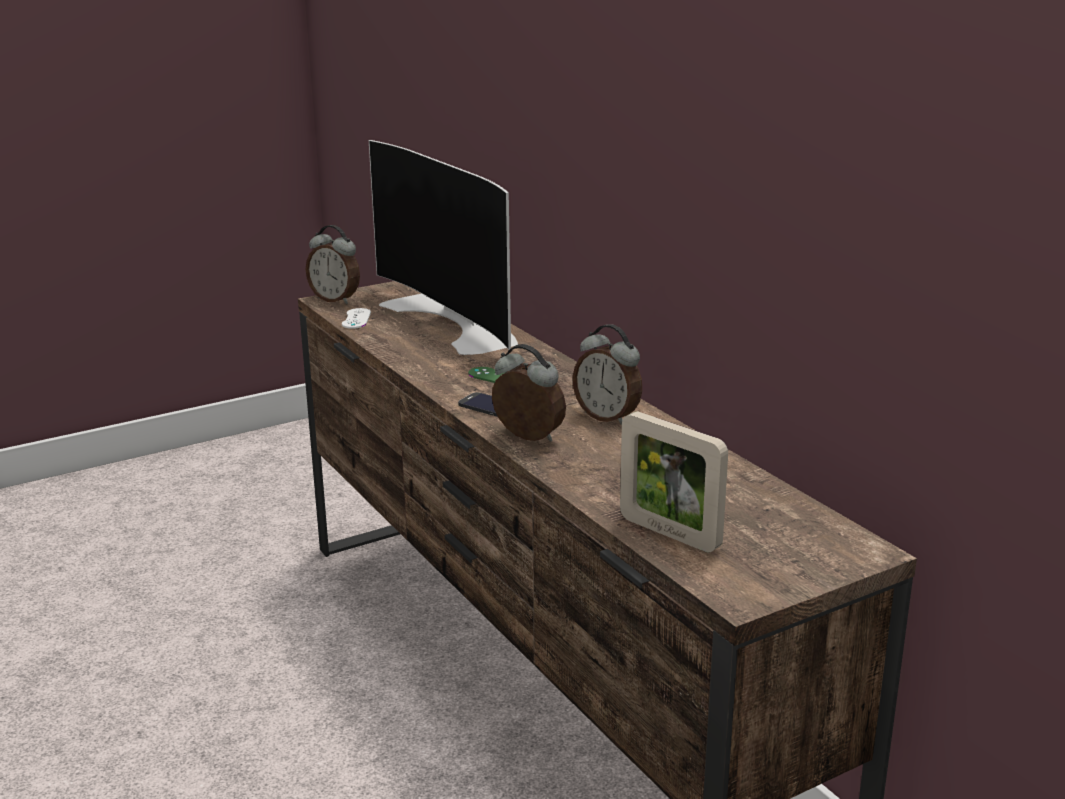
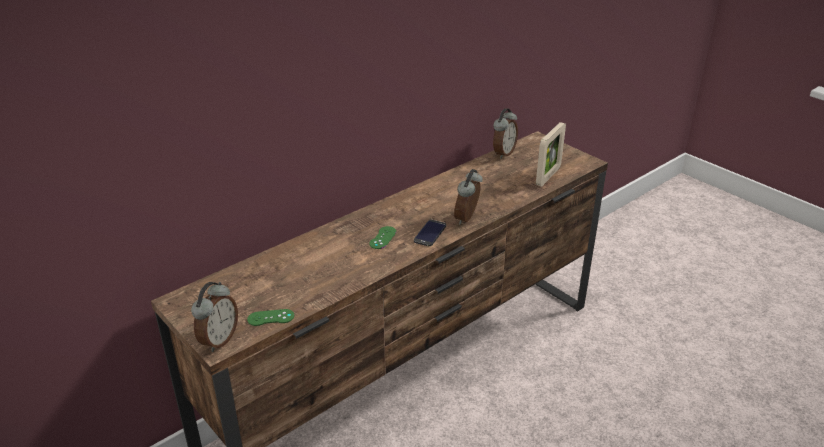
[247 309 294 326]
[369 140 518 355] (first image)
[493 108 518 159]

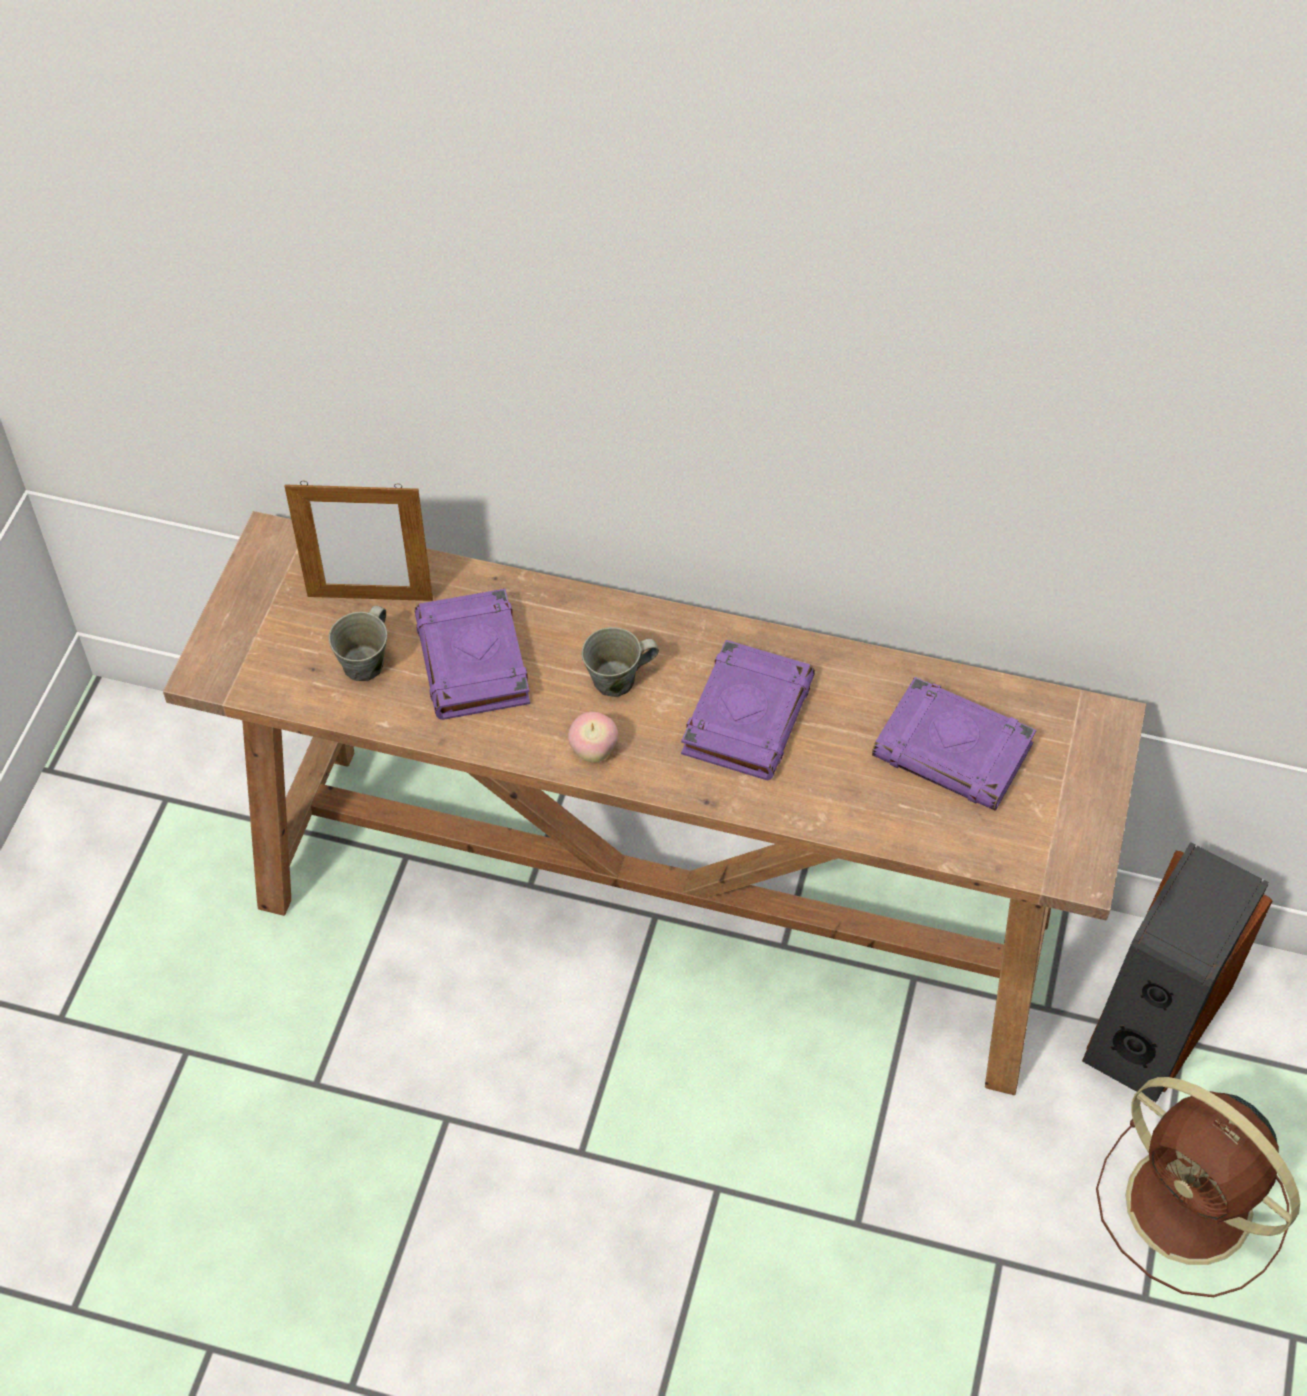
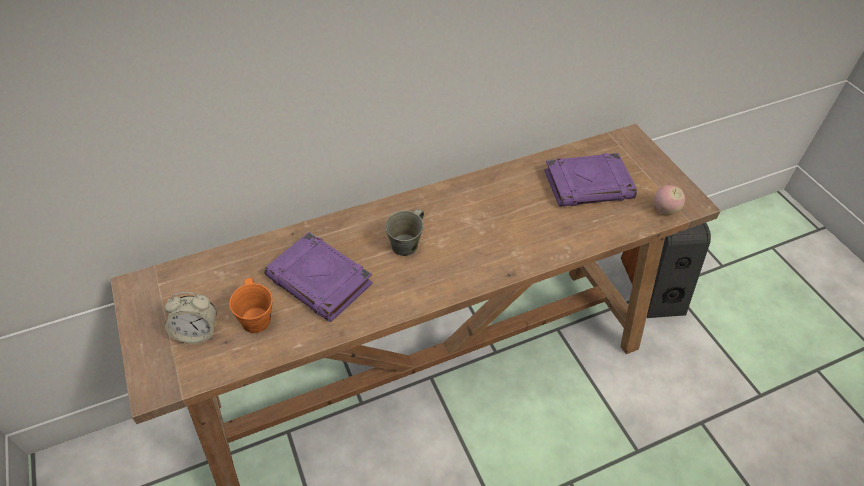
[284 481 433 601] (first image)
[229 278 273 333]
[654 185 685 215]
[681 640 815 781] (first image)
[1096 1077 1300 1297] (first image)
[165 292 217 344]

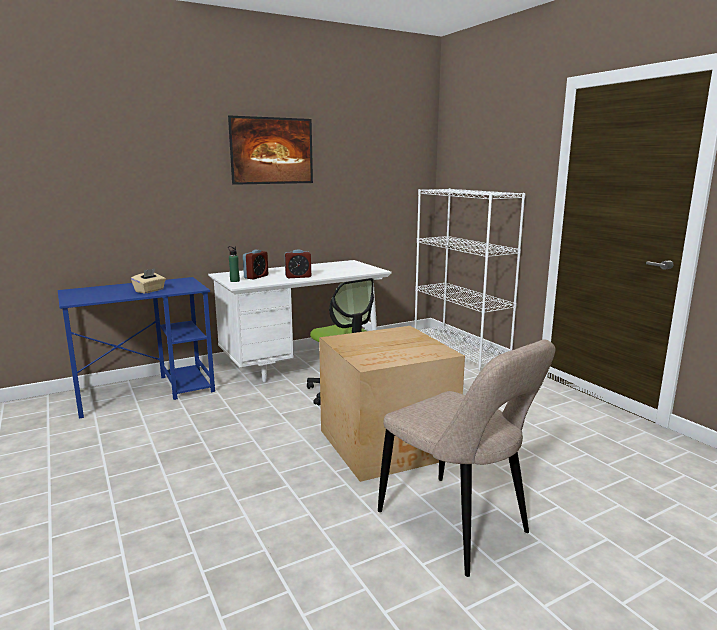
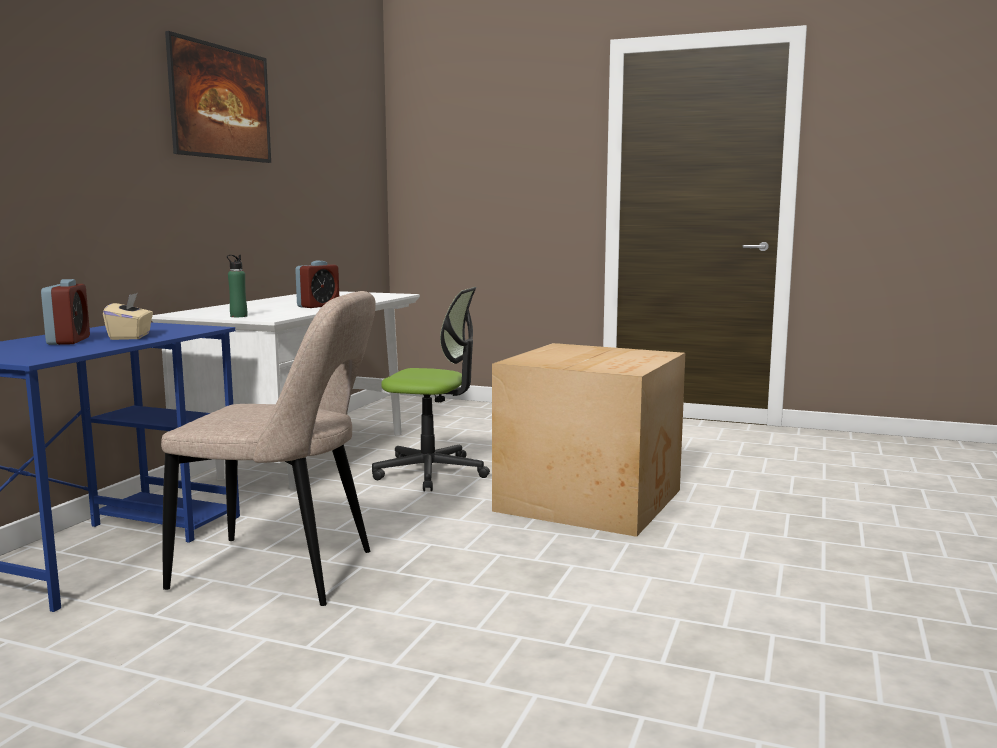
[41 279 90 345]
[161 291 376 606]
[415 188 526 371] (first image)

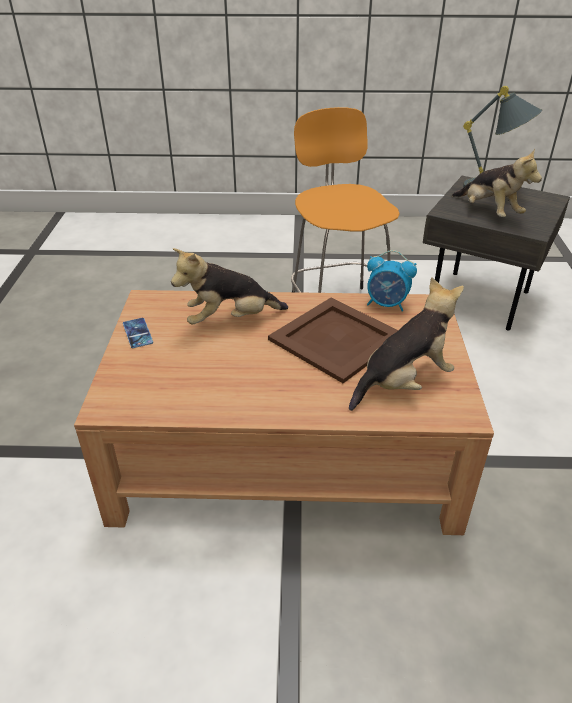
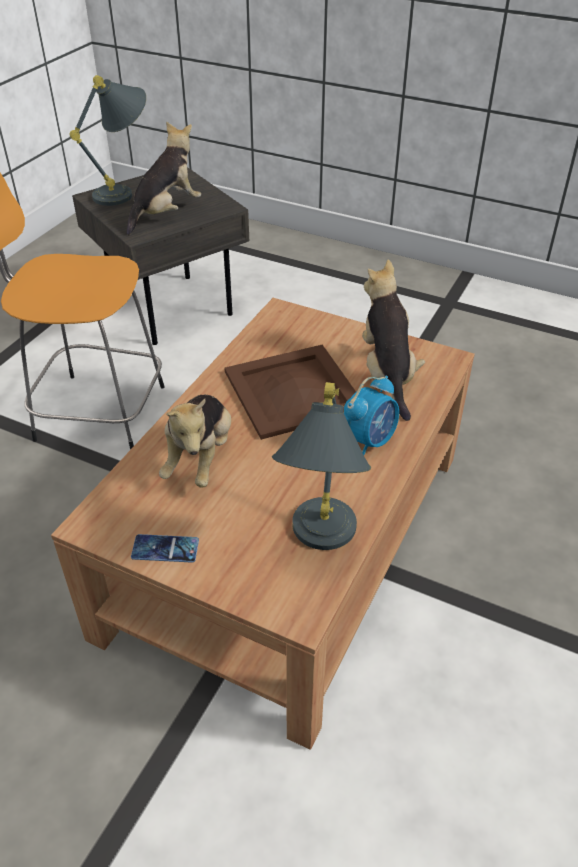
[344 376 399 455]
[127 122 201 235]
[272 382 371 550]

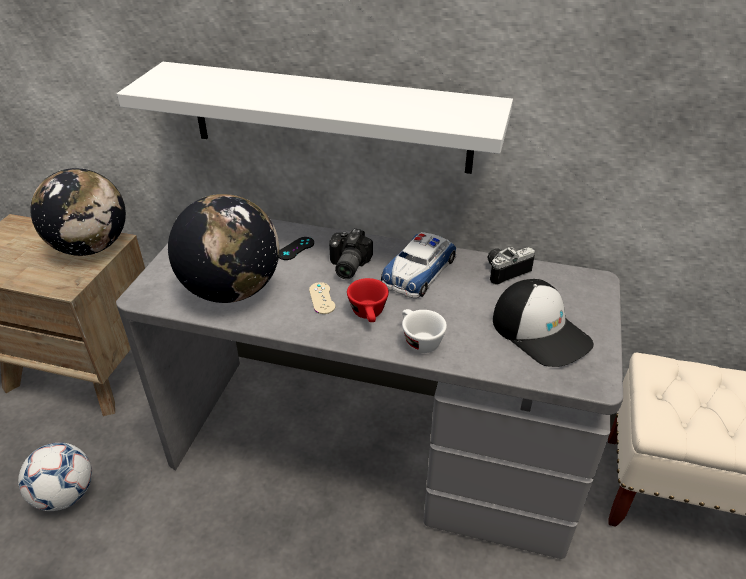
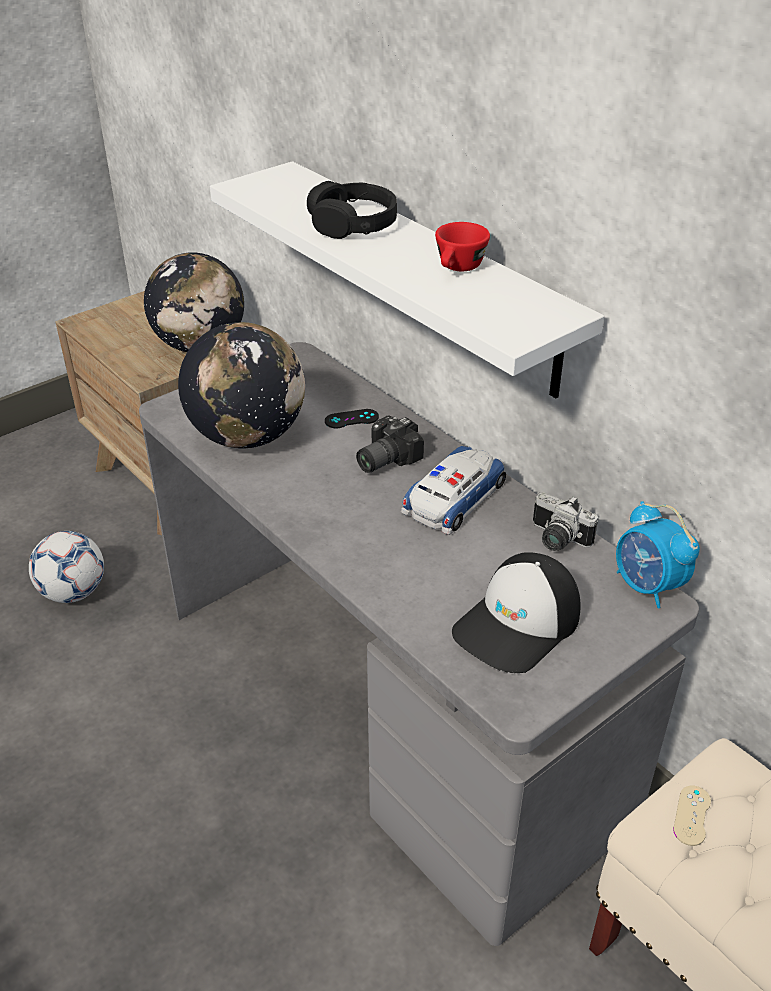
[673 786 711 846]
[435 222 490 271]
[401 446 506 535]
[402 309 447 353] (first image)
[533 492 598 551]
[452 552 581 673]
[307 181 397 239]
[616 501 700 608]

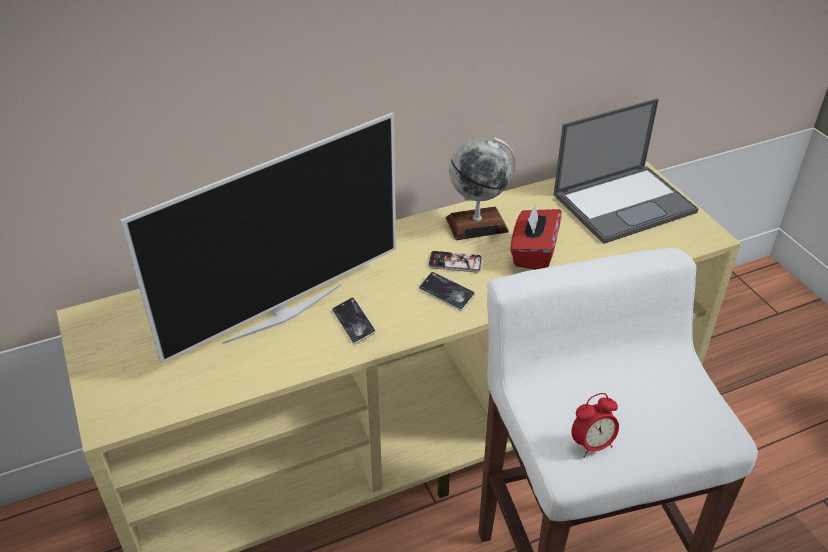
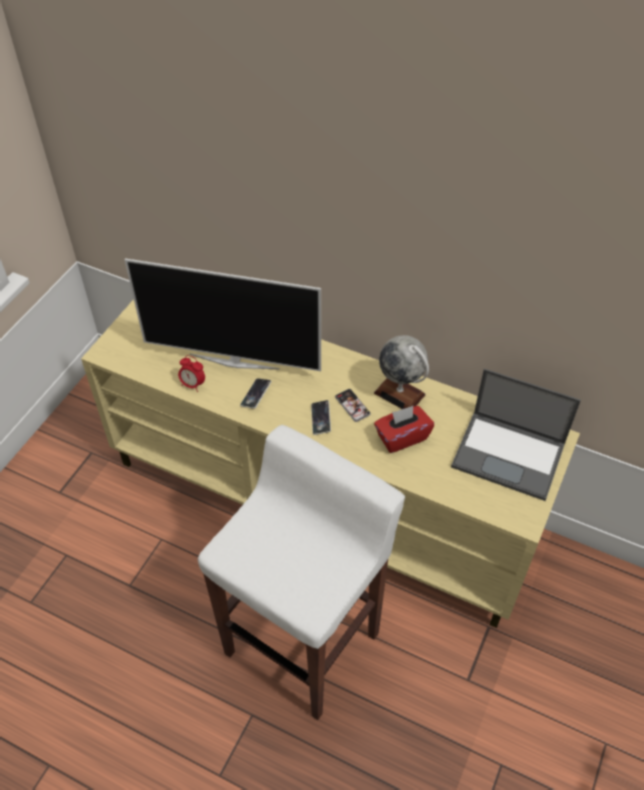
[178 355 205 392]

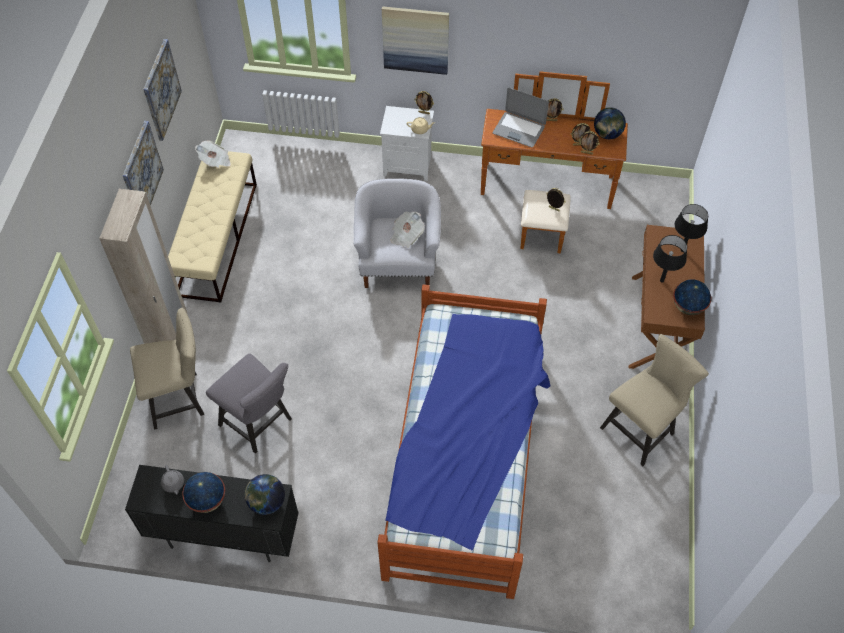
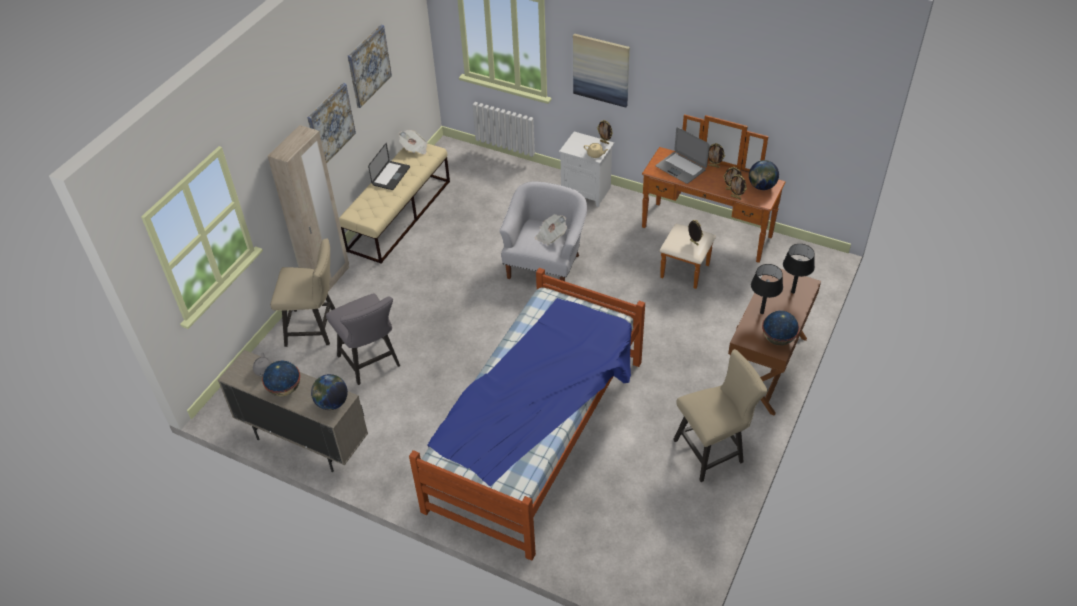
[218 350 368 472]
[368 143 410 190]

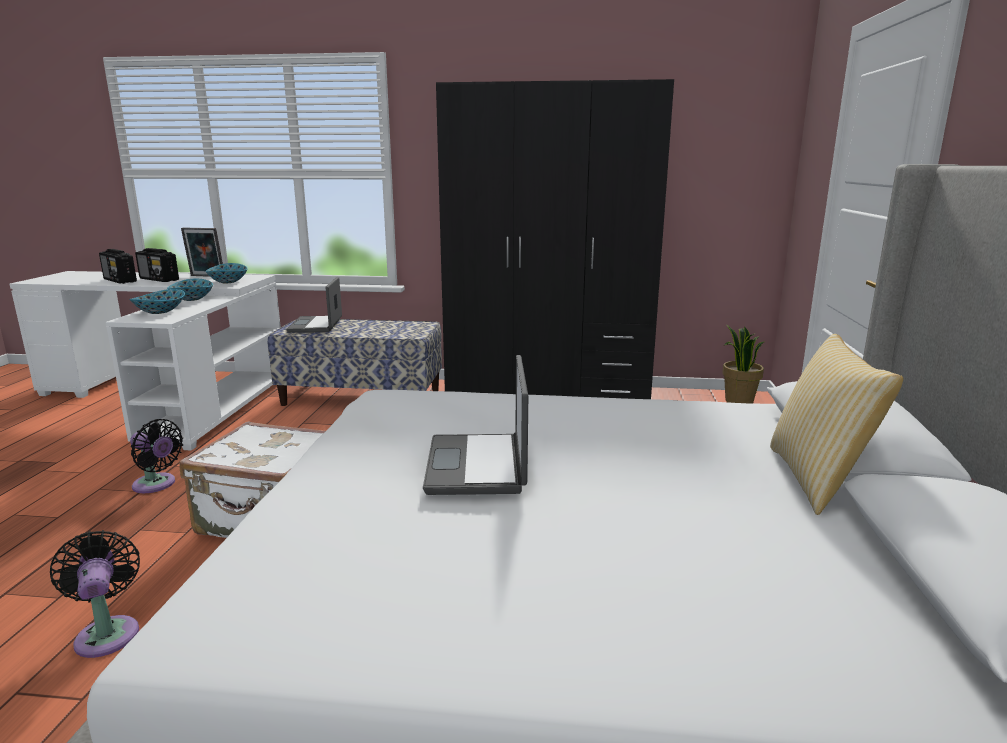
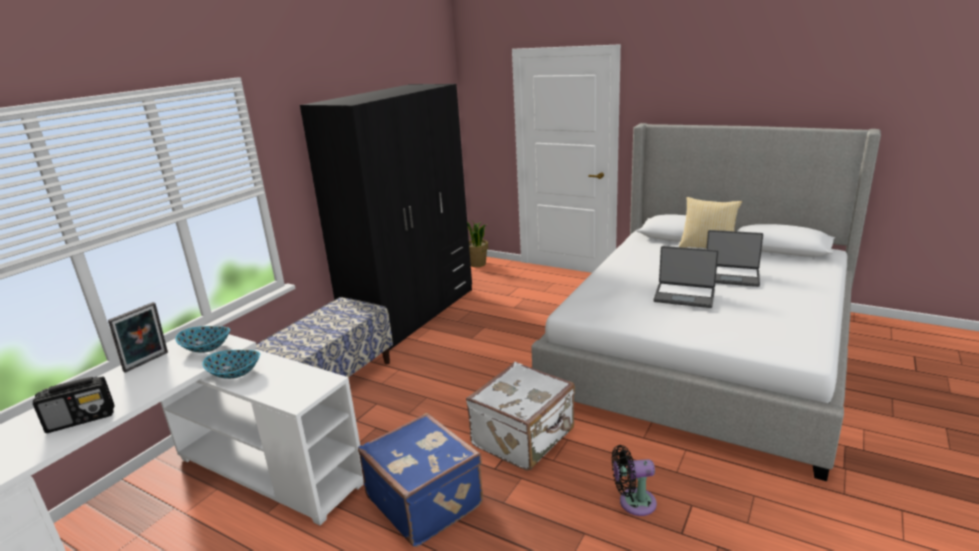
[129 289 185 314] (first image)
[358 413 483 547]
[135 248 179 282] (first image)
[706 230 763 287]

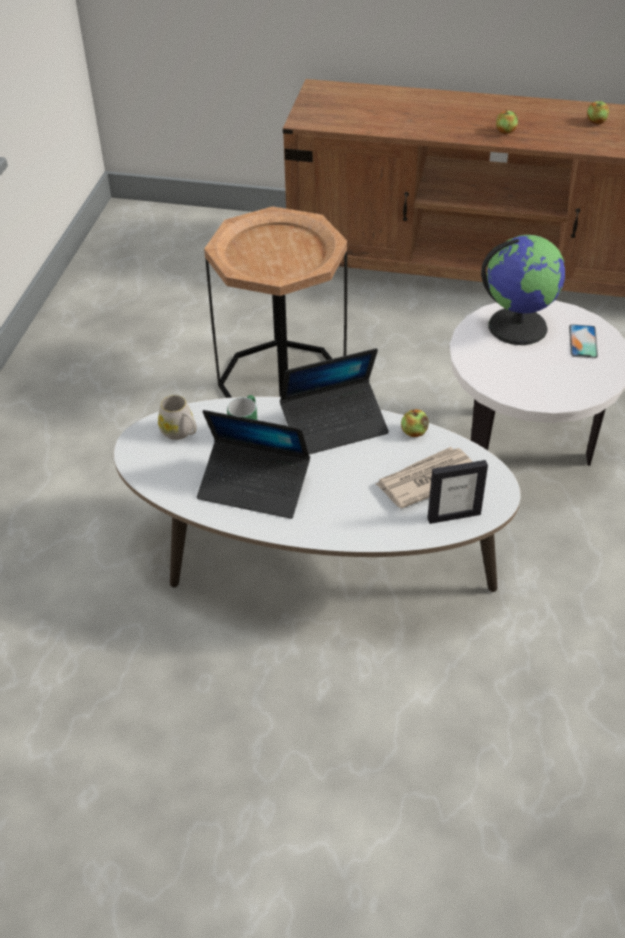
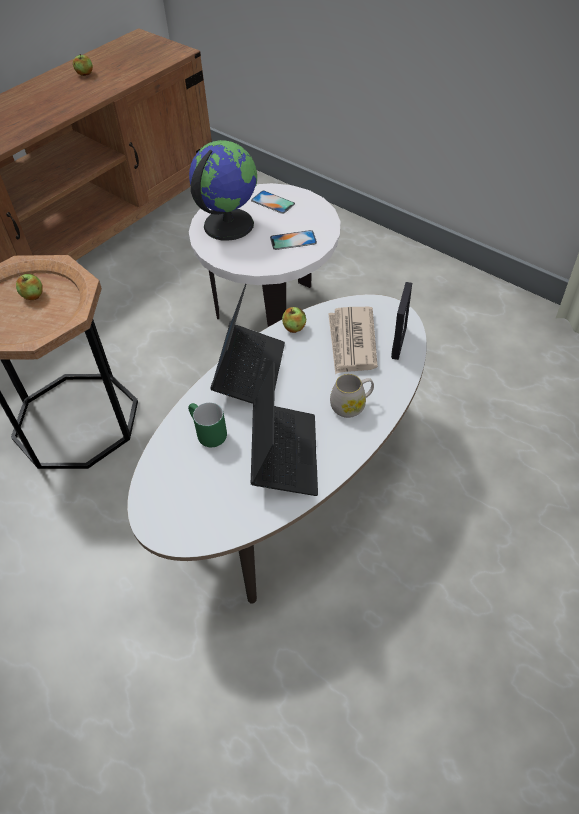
[330 374 374 418]
[251 361 318 496]
[16 274 43 300]
[270 230 317 250]

